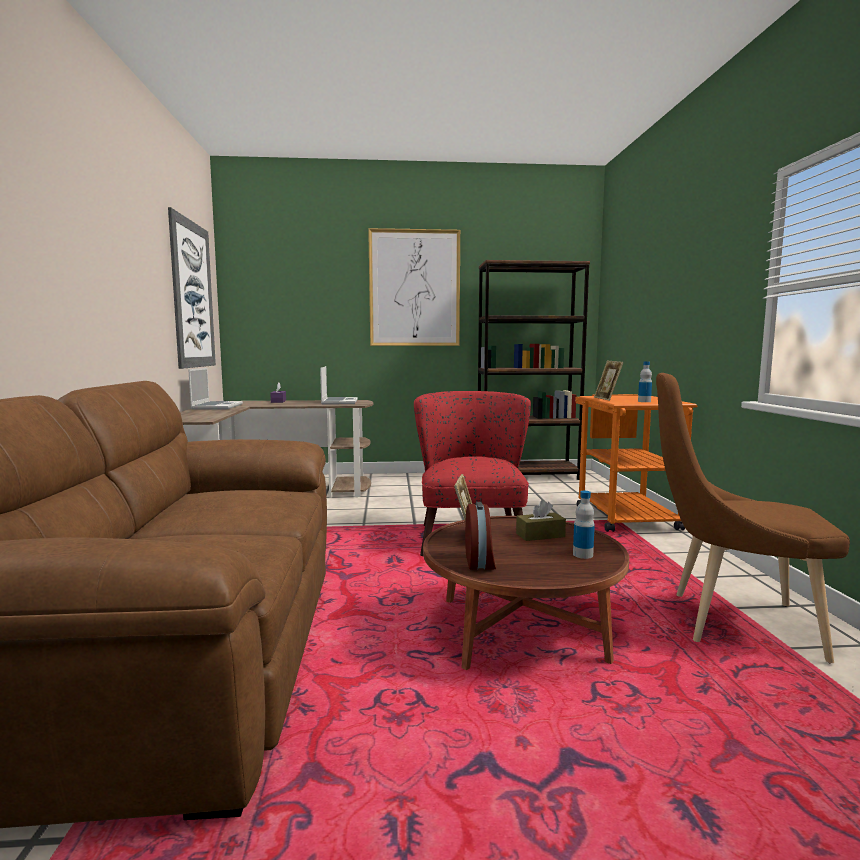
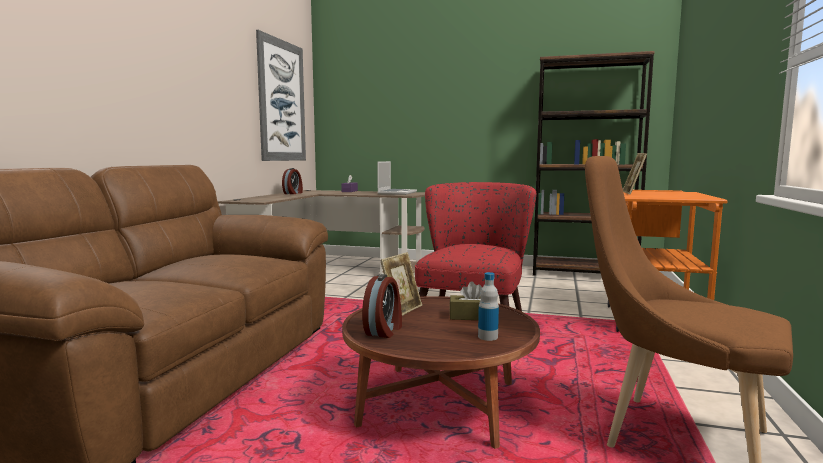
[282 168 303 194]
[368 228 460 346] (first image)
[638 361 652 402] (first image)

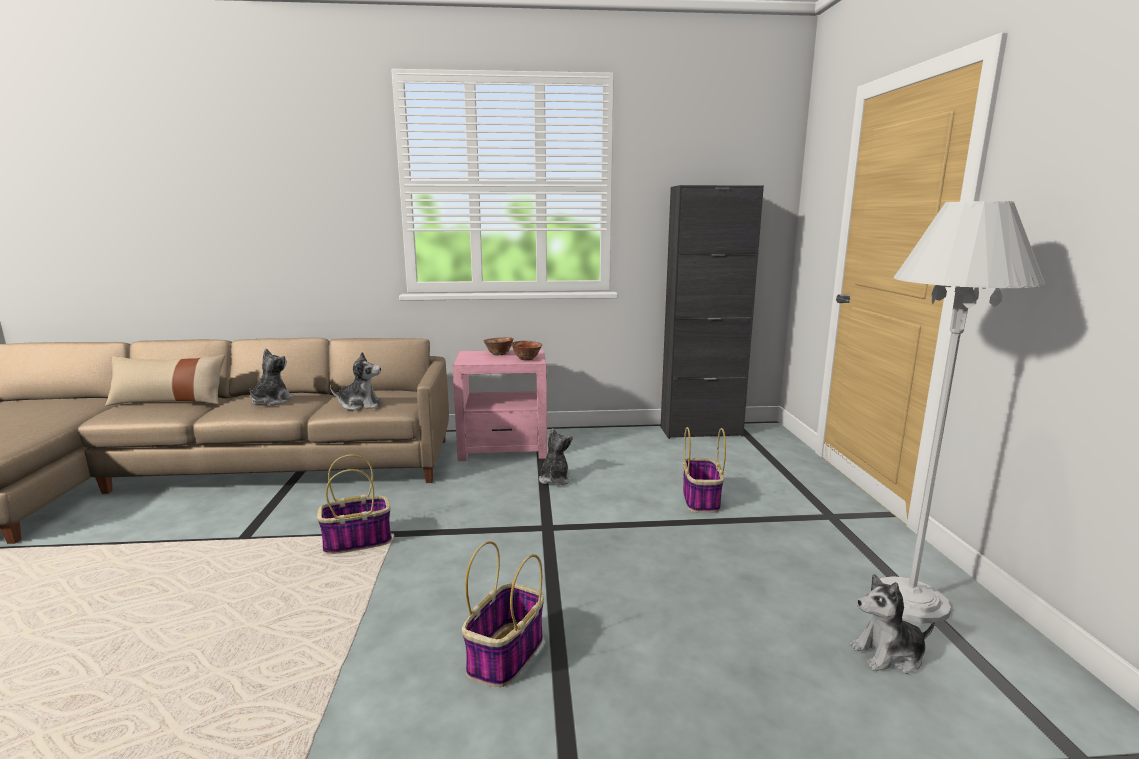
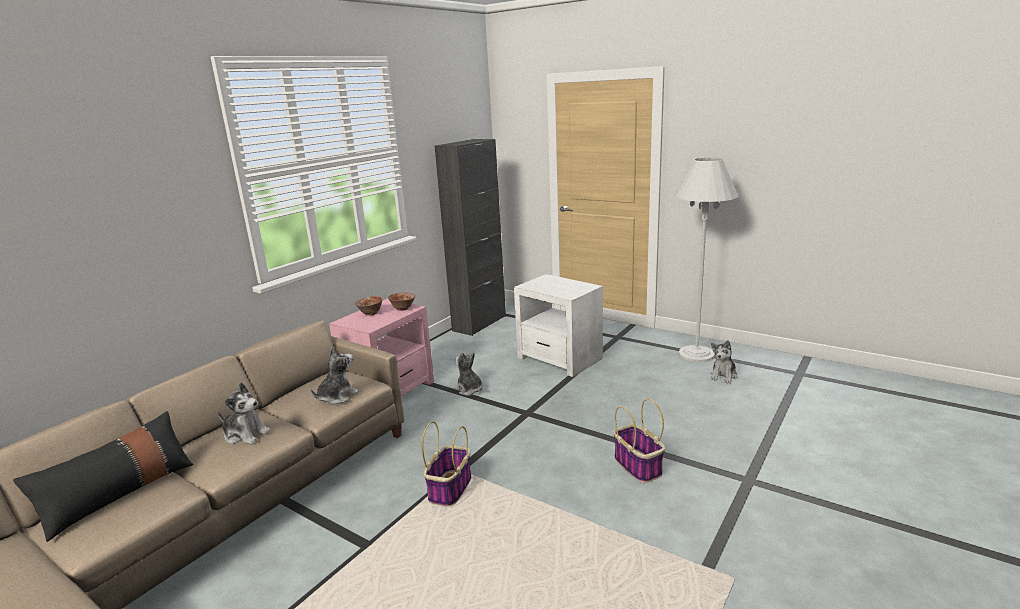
[13 411 194 542]
[217 382 270 444]
[514 274 603 377]

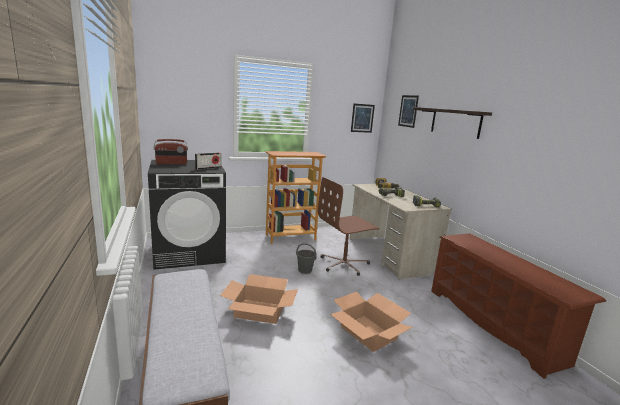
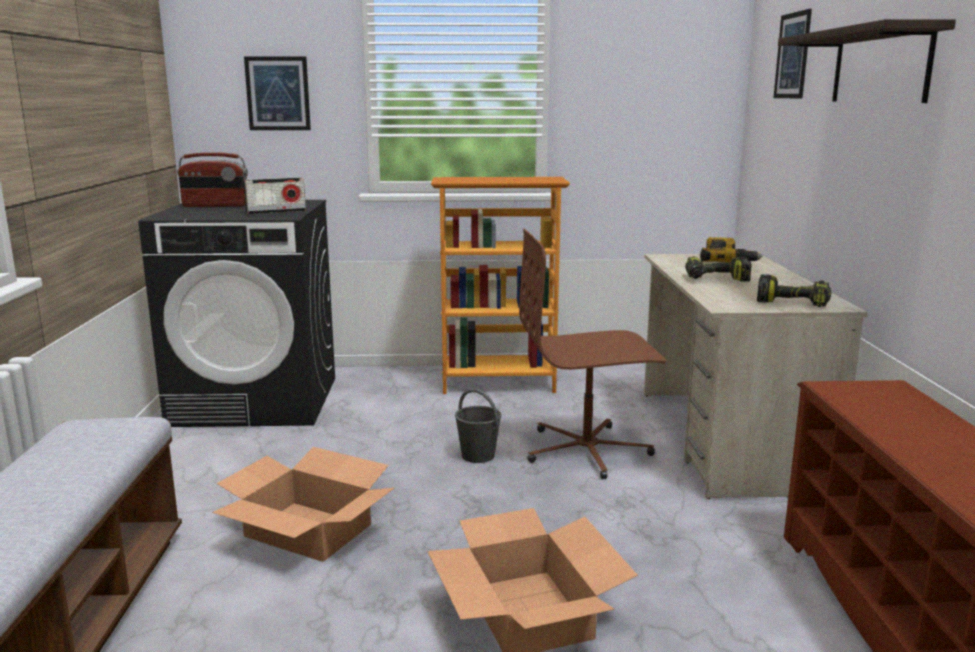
[244 56 311 130]

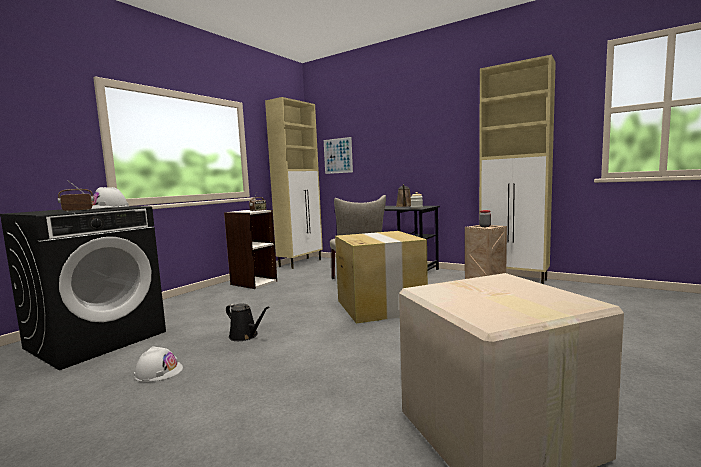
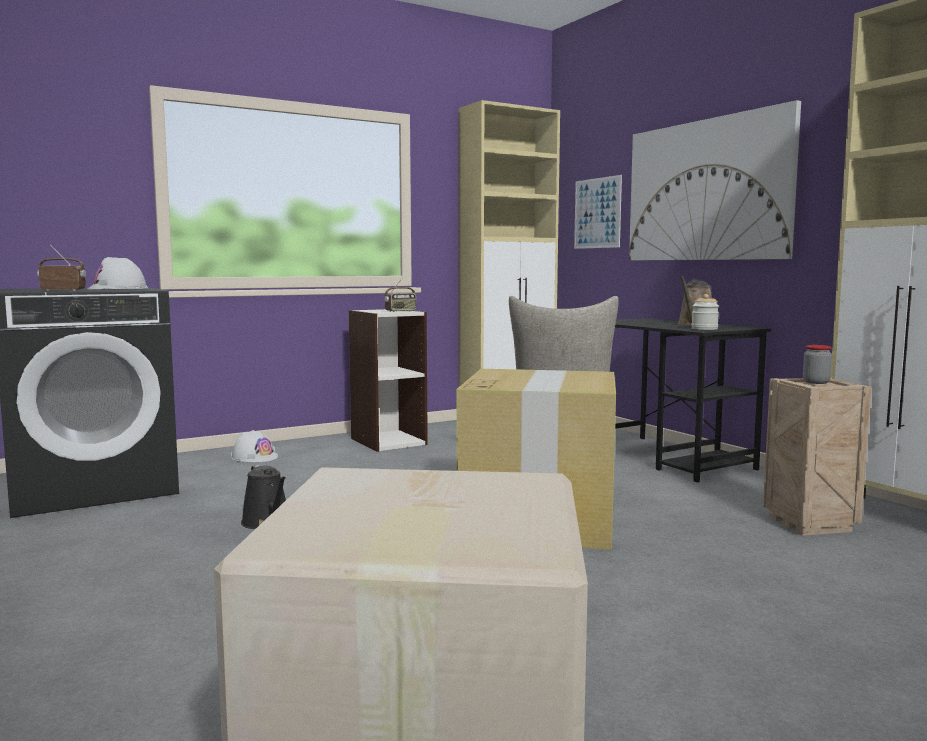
[231 430 278 462]
[629 100 801 260]

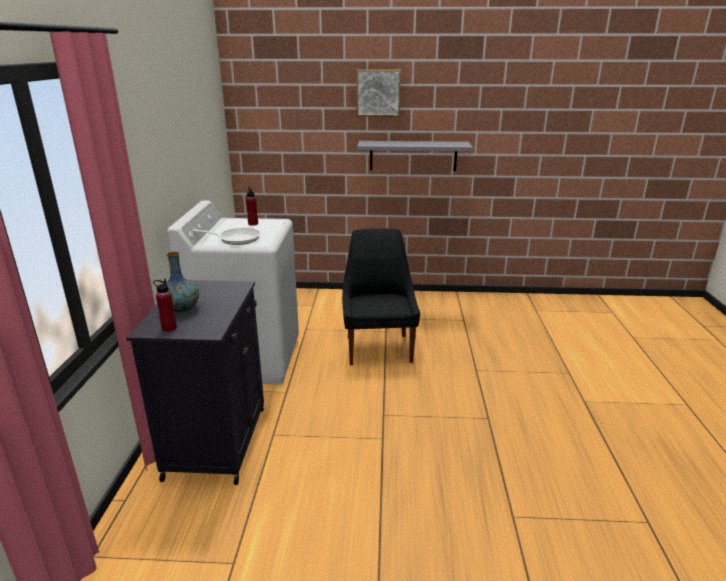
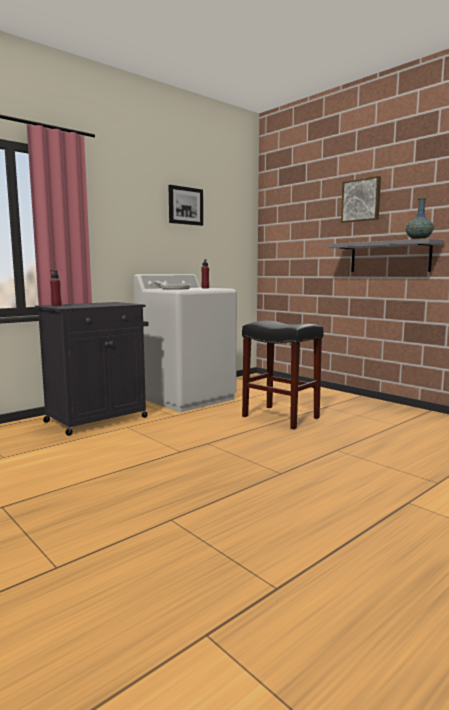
[406 198 434 239]
[242 320 324 429]
[168 185 203 226]

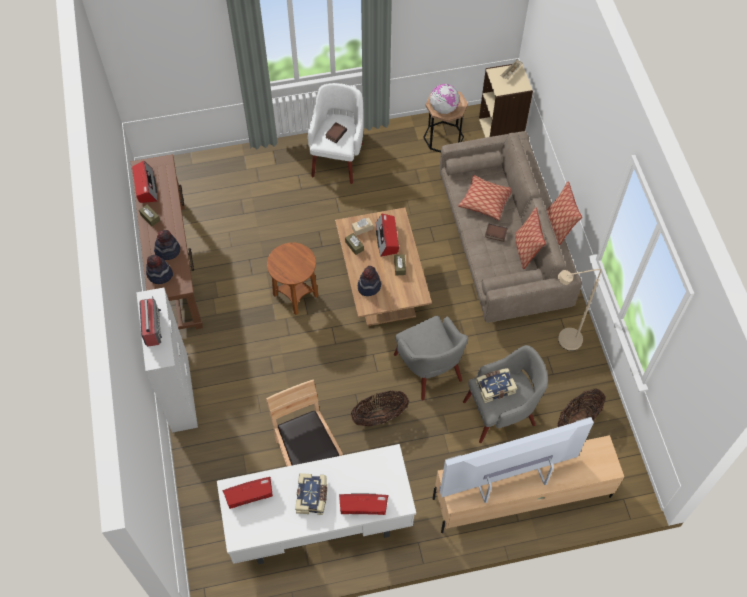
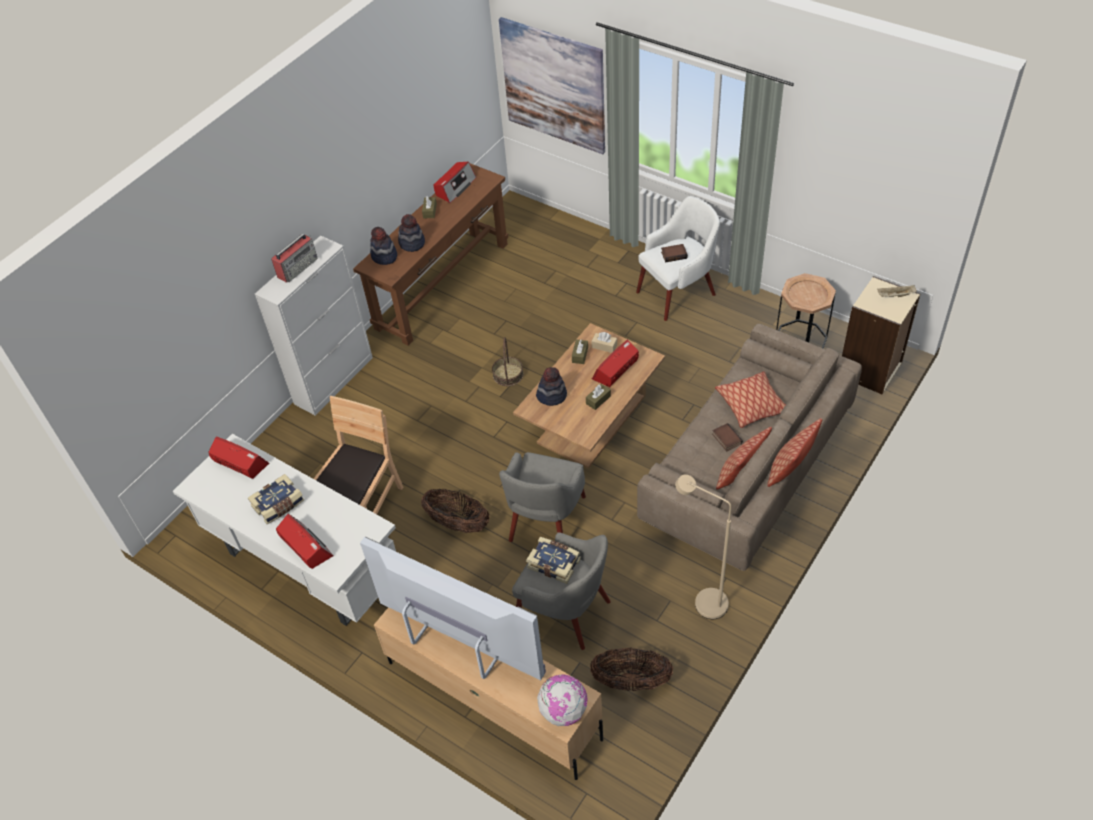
[492 337 523 386]
[537 674 587 726]
[499 17 605 154]

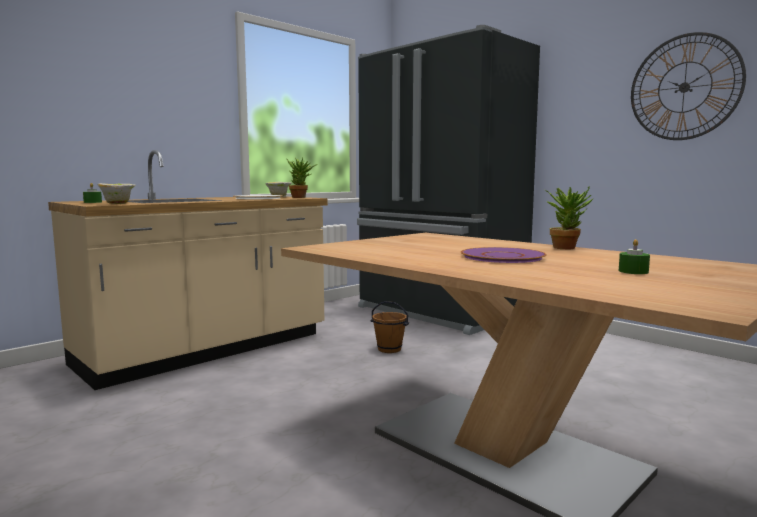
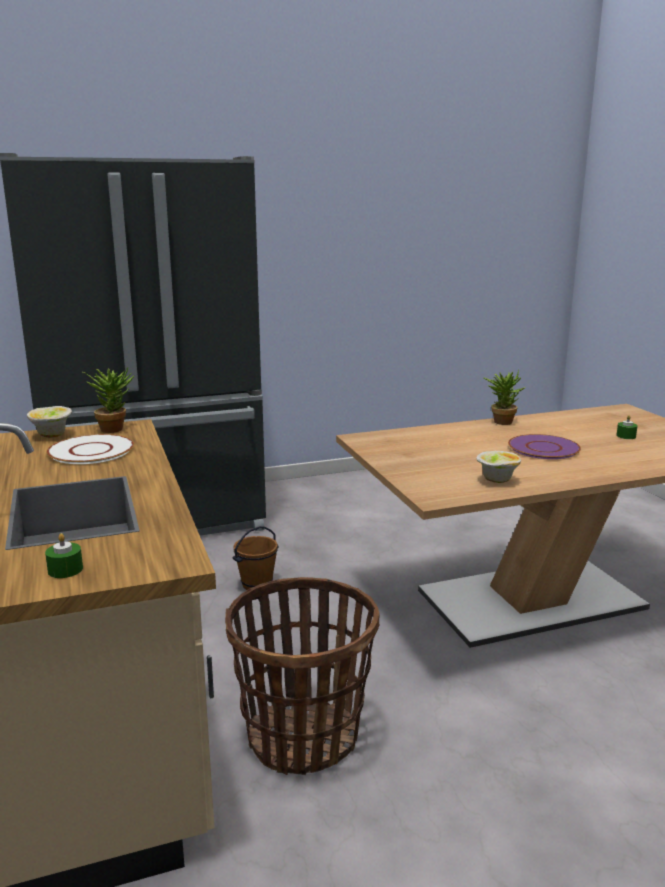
[476 451 521 483]
[631 32 746 140] (first image)
[225 577 380 775]

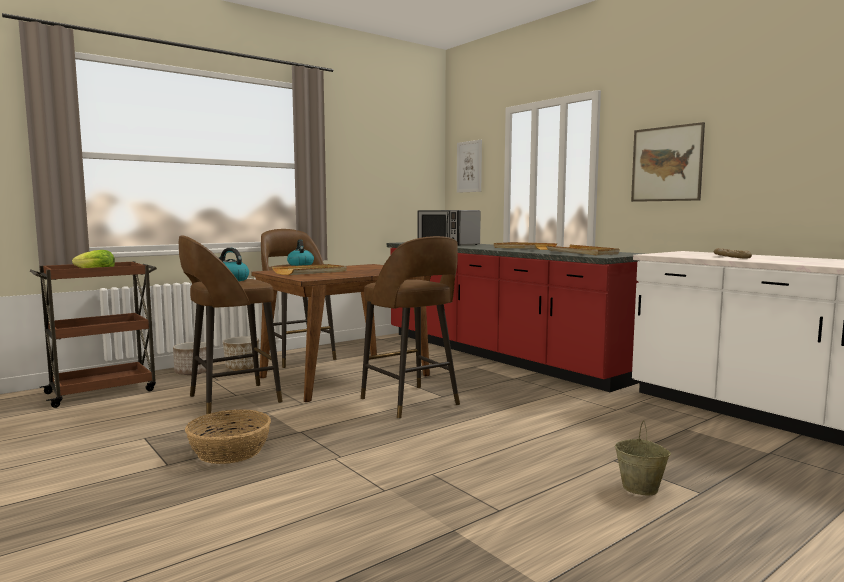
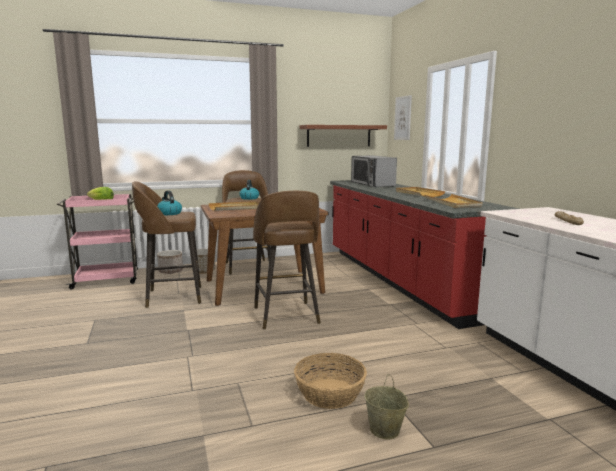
[57 194 138 289]
[294 353 367 409]
[631 122 705 202] (first image)
[300 125 387 147]

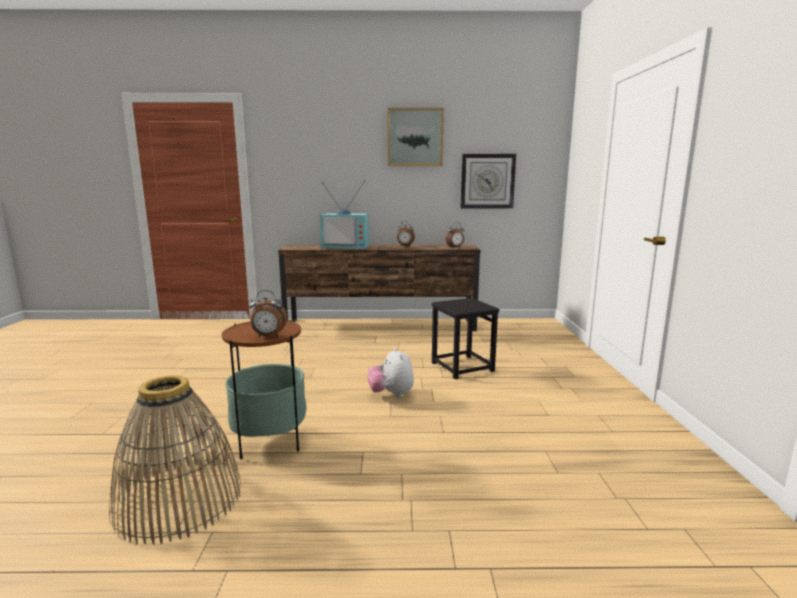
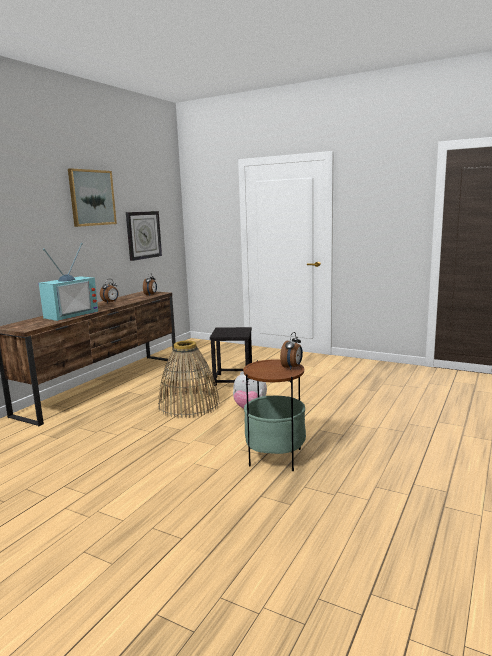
[158 340 220 418]

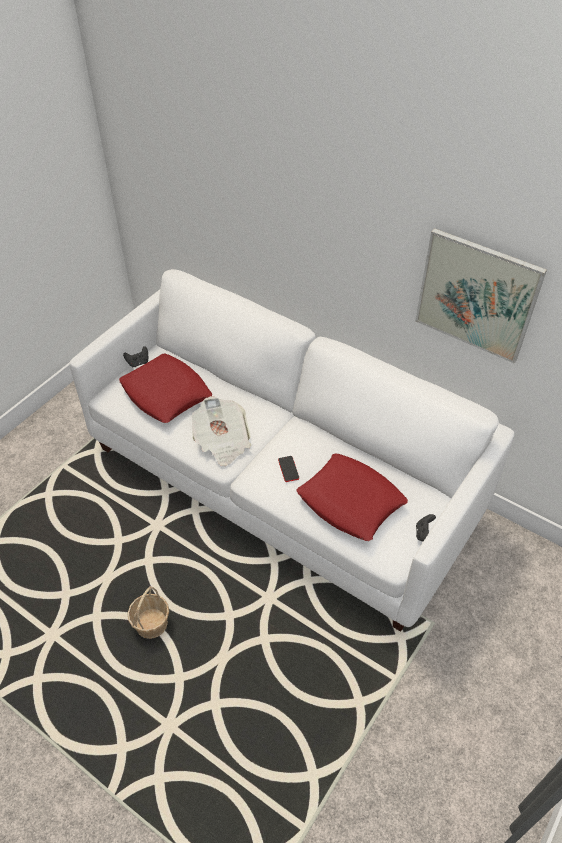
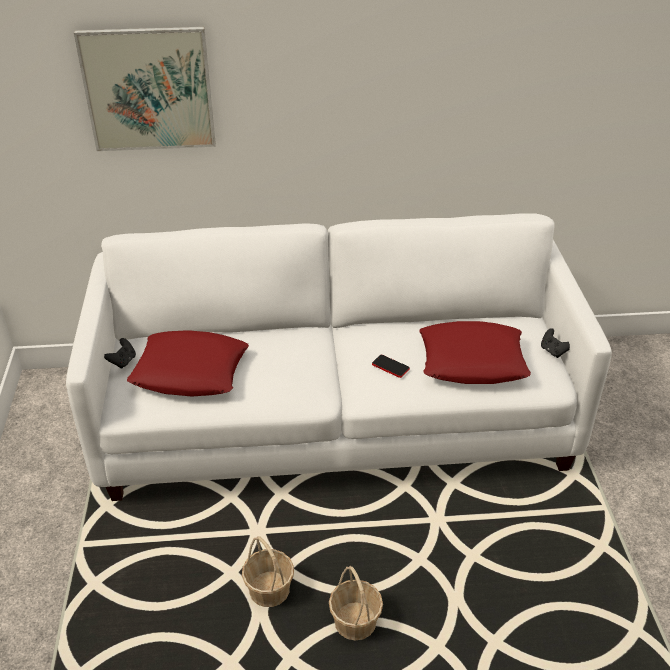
[191 396 251 466] (first image)
[74 27 216 151]
[242 536 294 607]

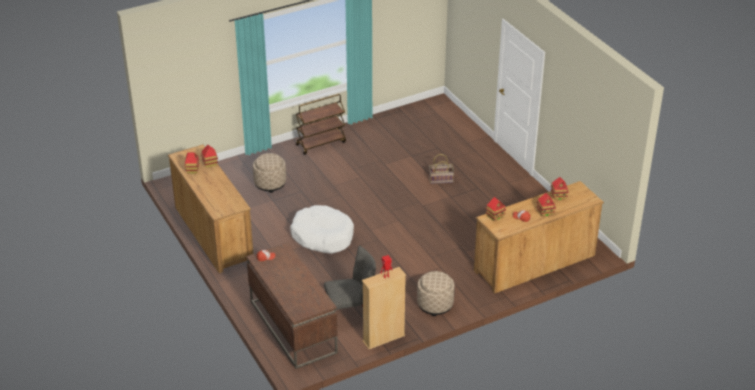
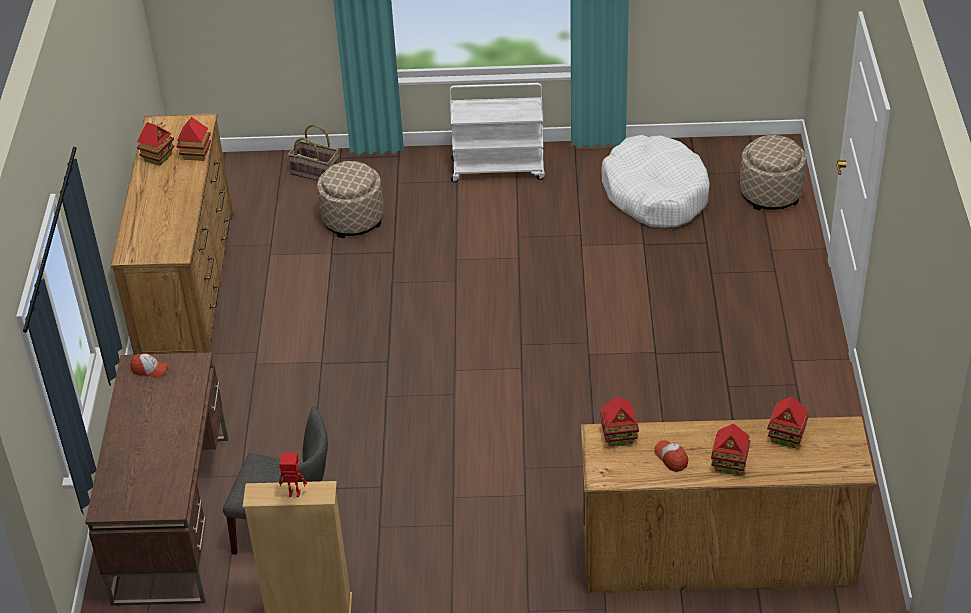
[601 135 710 227]
[450 83 545 183]
[740 135 806 211]
[288 124 339 181]

